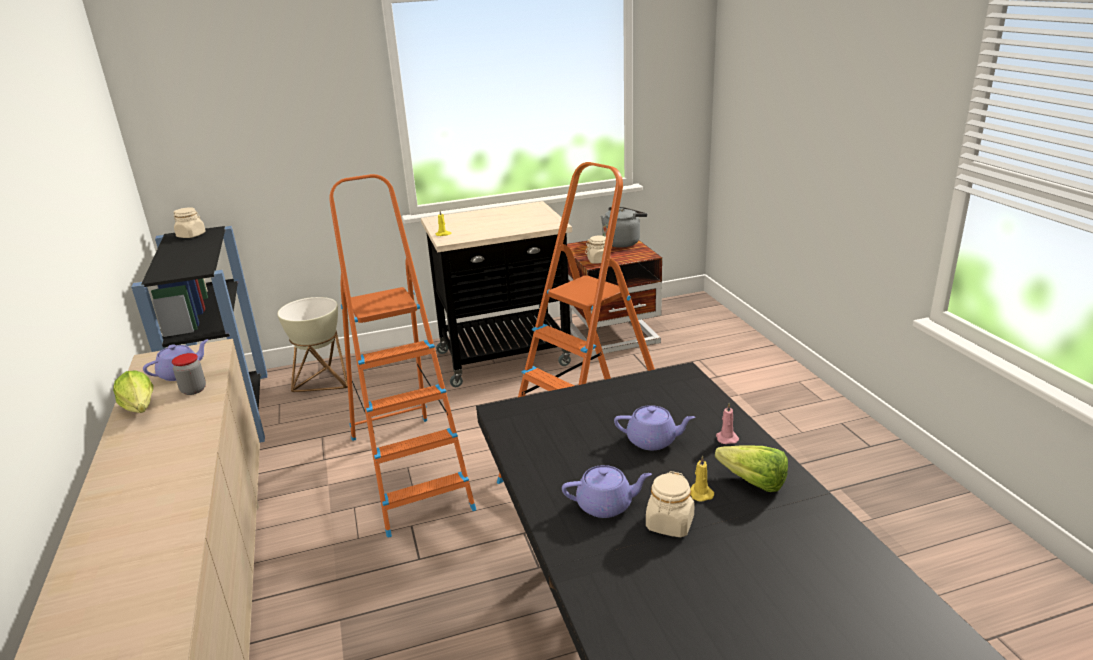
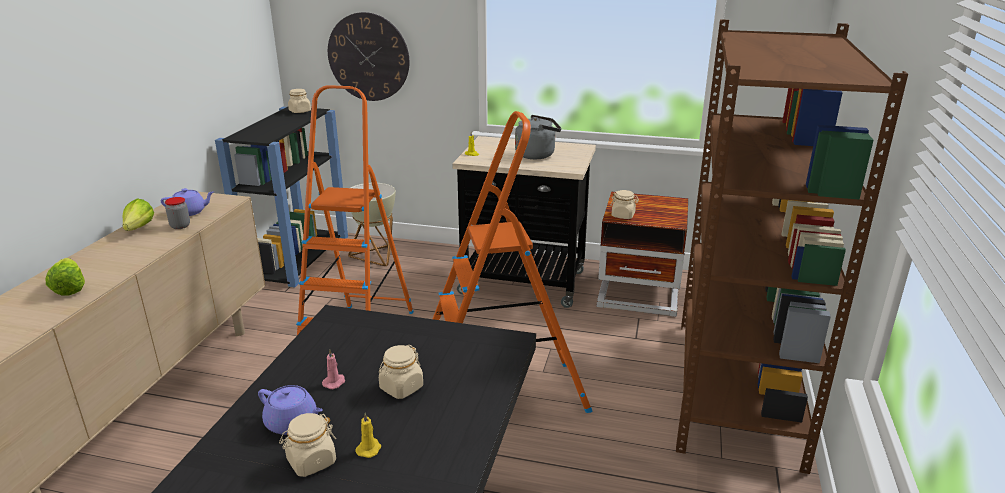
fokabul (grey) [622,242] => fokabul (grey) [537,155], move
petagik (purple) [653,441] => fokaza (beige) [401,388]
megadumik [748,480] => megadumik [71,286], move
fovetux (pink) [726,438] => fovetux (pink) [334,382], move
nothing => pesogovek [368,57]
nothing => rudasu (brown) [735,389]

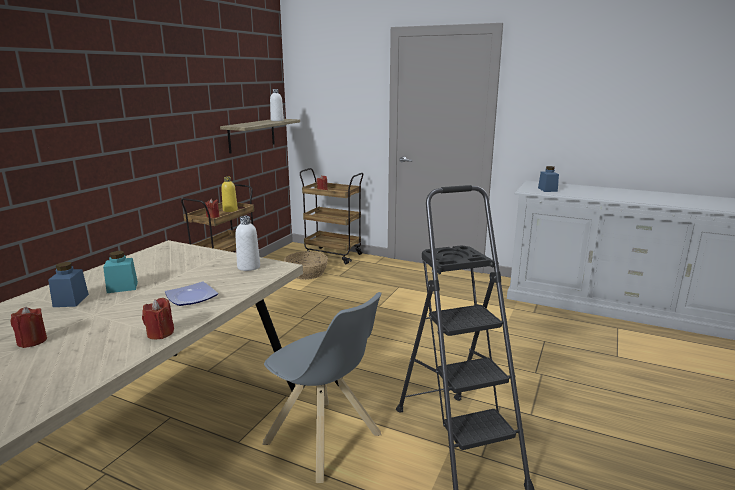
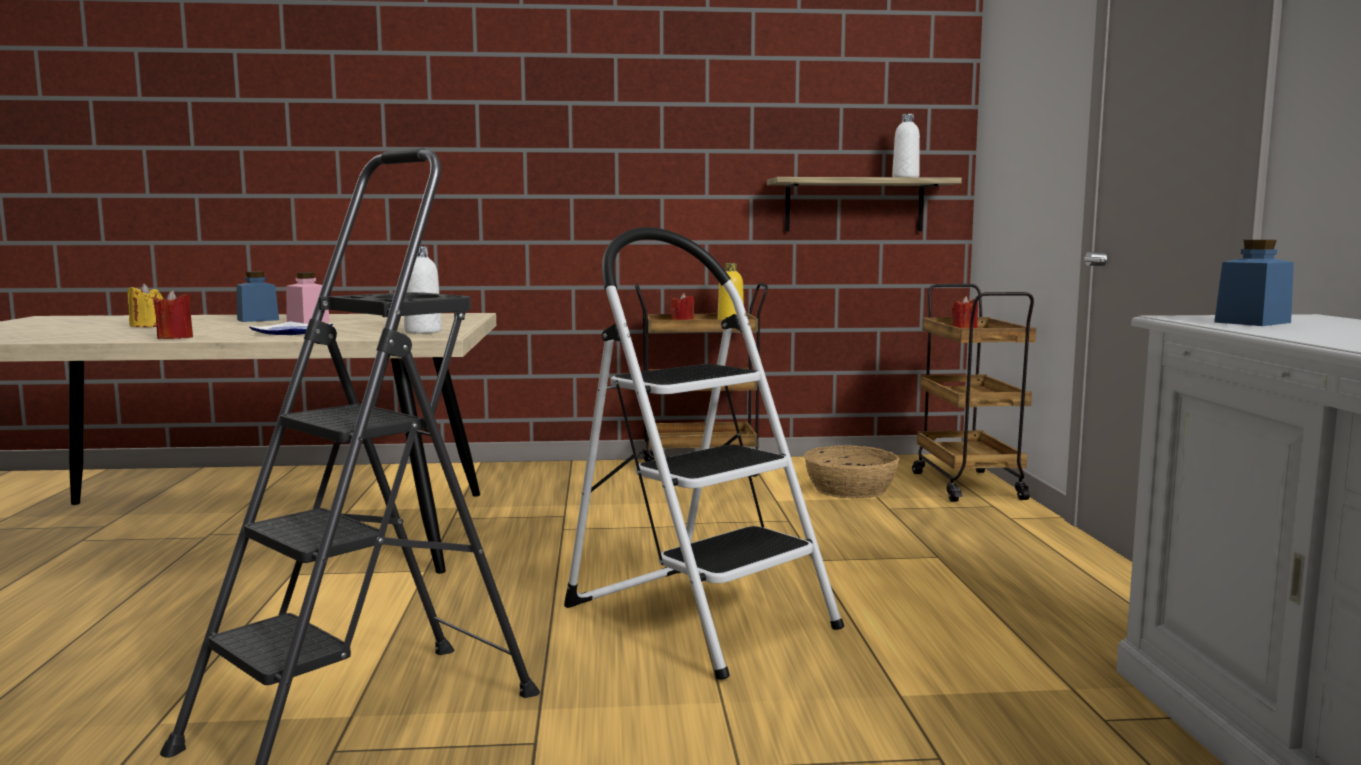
fovetux (red) [32,341] => fovetux (yellow) [147,326]
fokaza (turquoise) [122,287] => fokaza (pink) [308,321]
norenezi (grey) [325,440] => nothing
nothing => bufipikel [695,615]

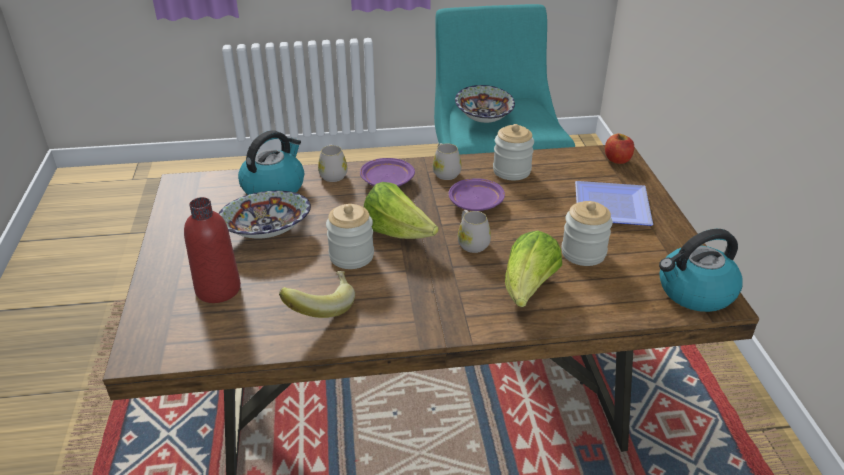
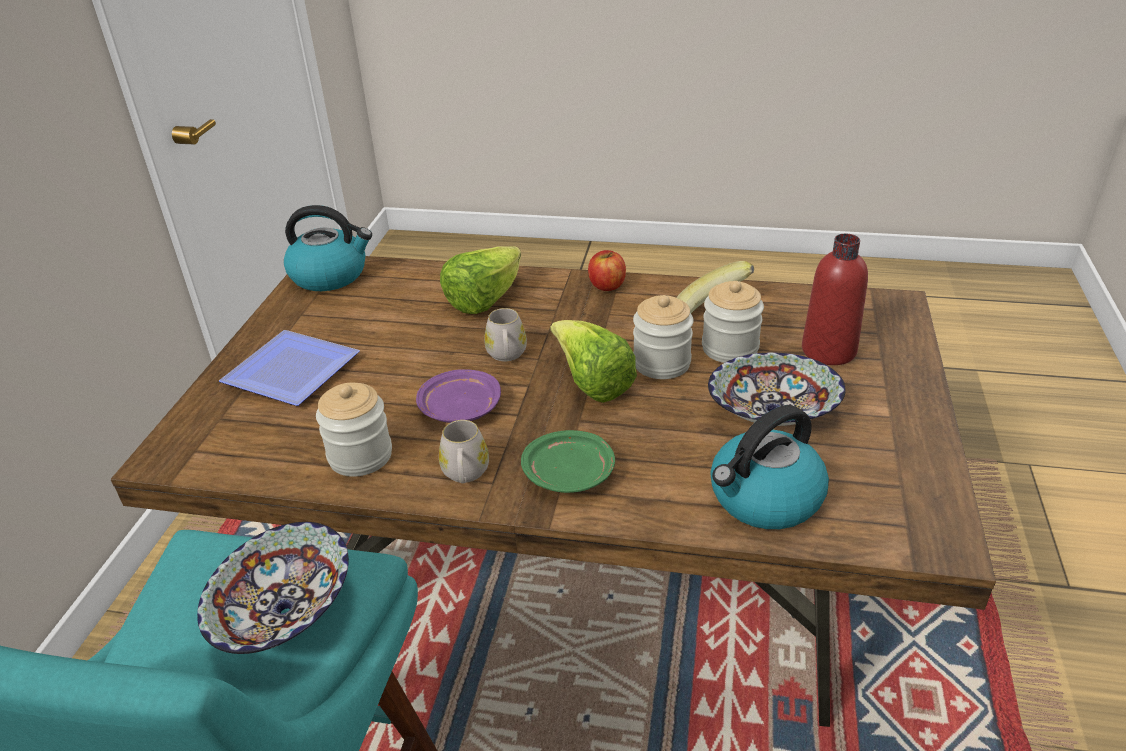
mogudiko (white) [333,174] => nothing
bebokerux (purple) [386,181] => bebokerux (green) [570,474]
fokaza [583,253] => fokaza [730,348], move
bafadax [617,160] => bafadax [607,285], move

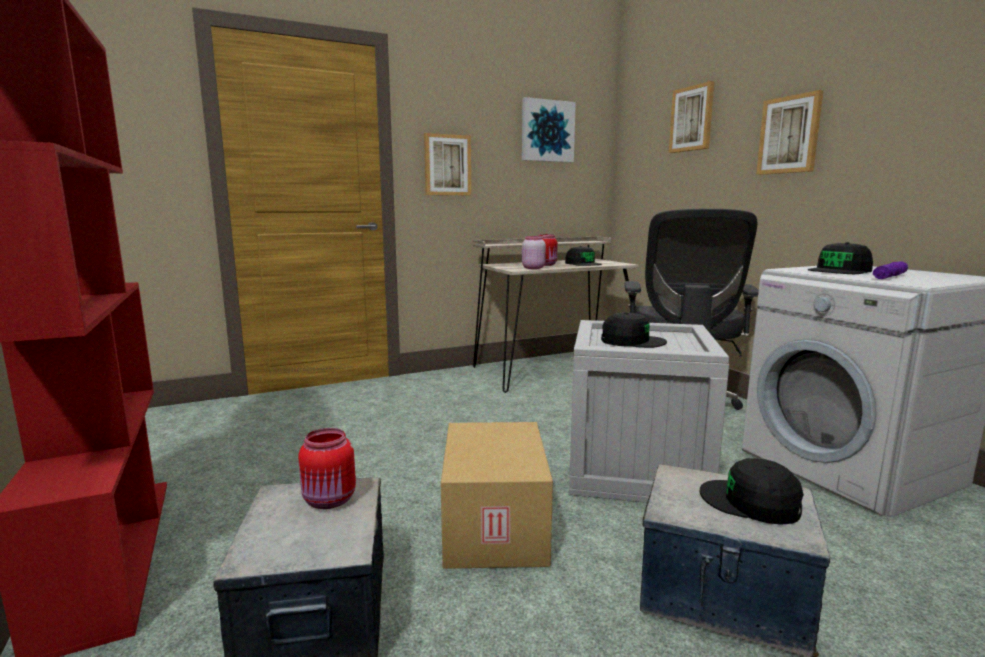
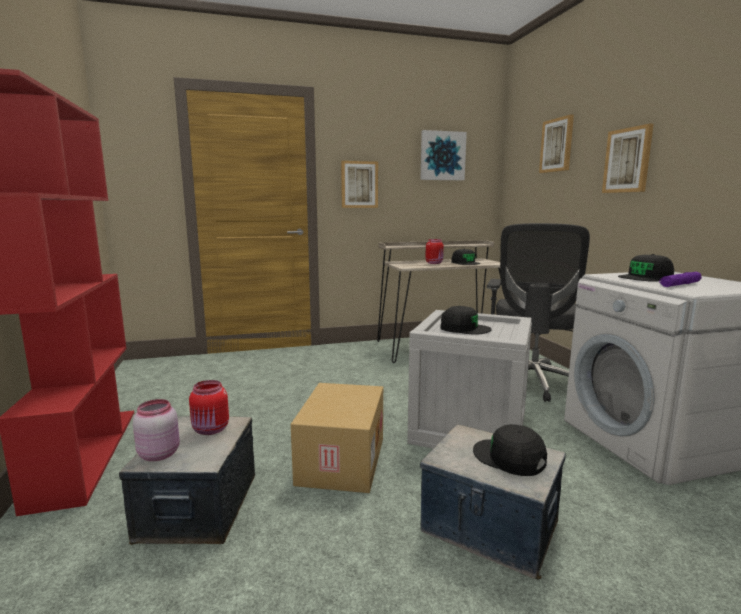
fokaza (pink) [533,268] => fokaza (pink) [159,454], move

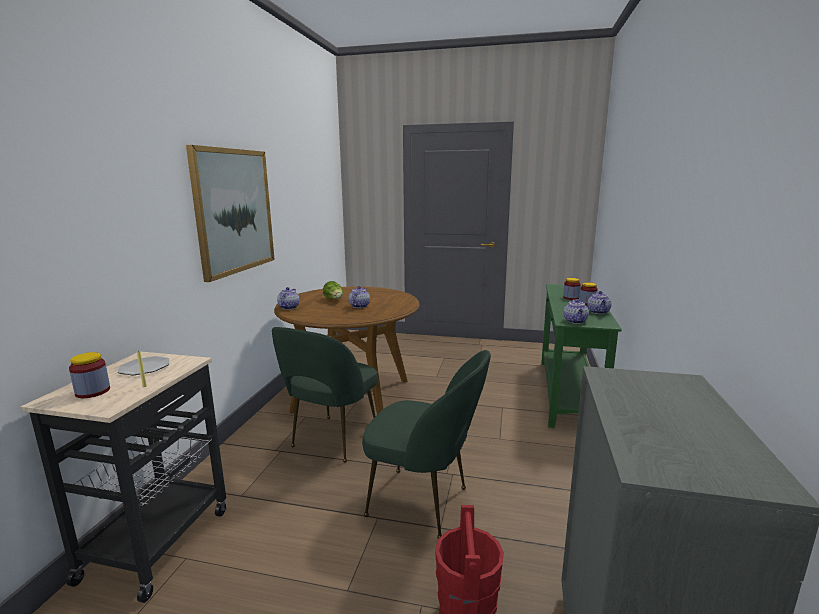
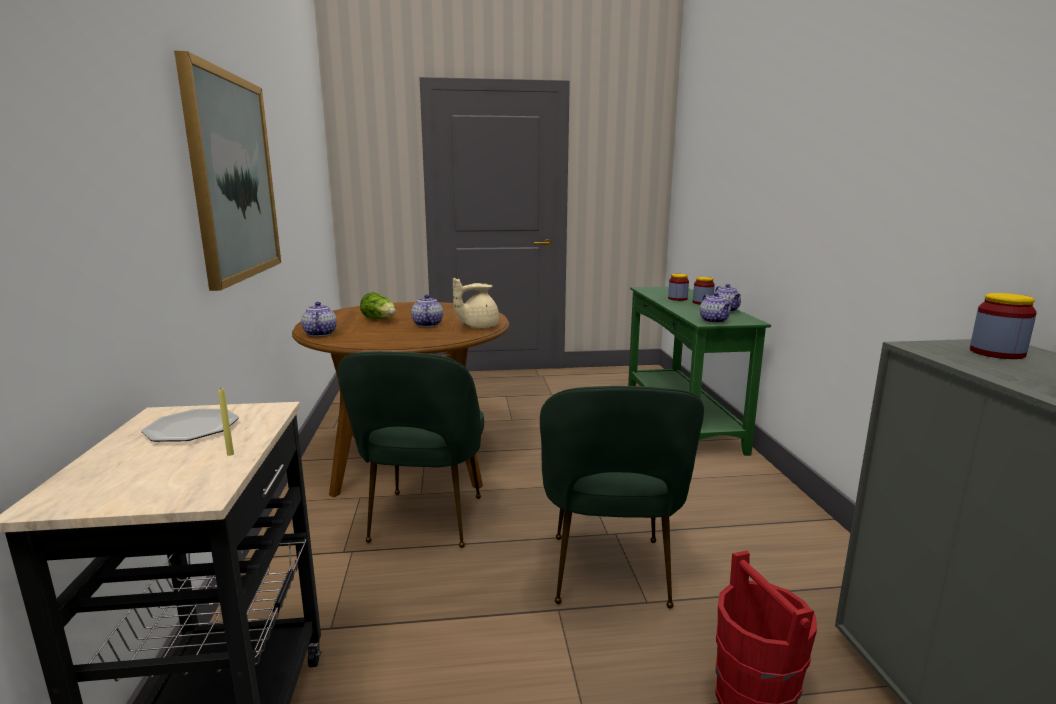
fokaza [93,391] => fokaza [997,353], move
norenezi (green) [425,505] => norenezi (green) [609,578], 90 degrees clockwise
nothing => petagik (beige) [477,327]

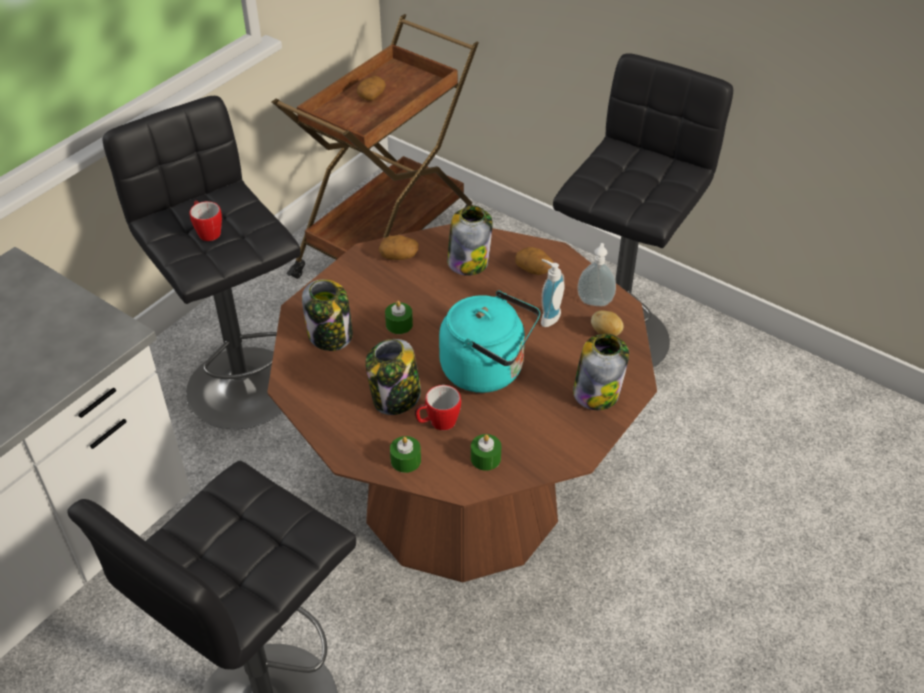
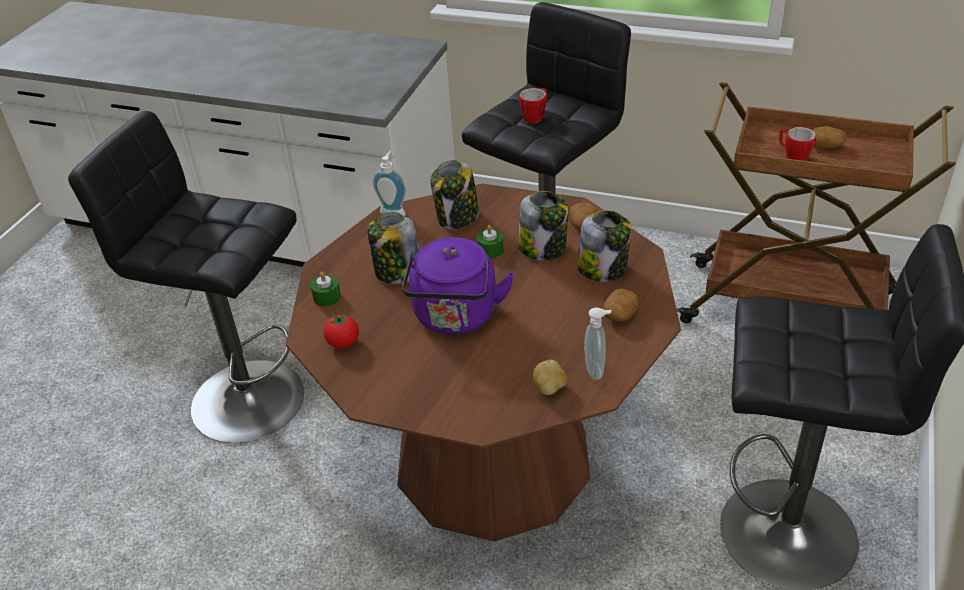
mogudiko [437,423] => mogudiko [792,156], move
fokabul (turquoise) [488,370] => fokabul (purple) [456,318]
fovetux (green) [485,458] => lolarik [343,343]
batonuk [547,317] => batonuk [394,211], move
fokaza [597,392] => fokaza [543,248], move

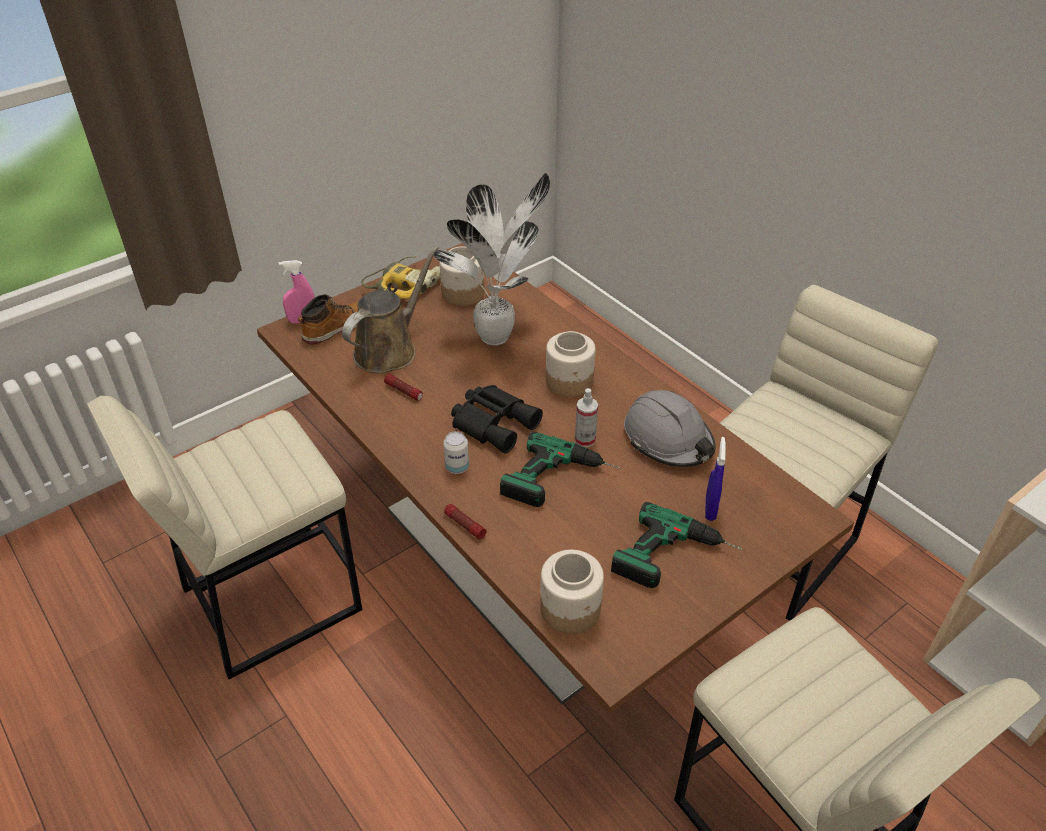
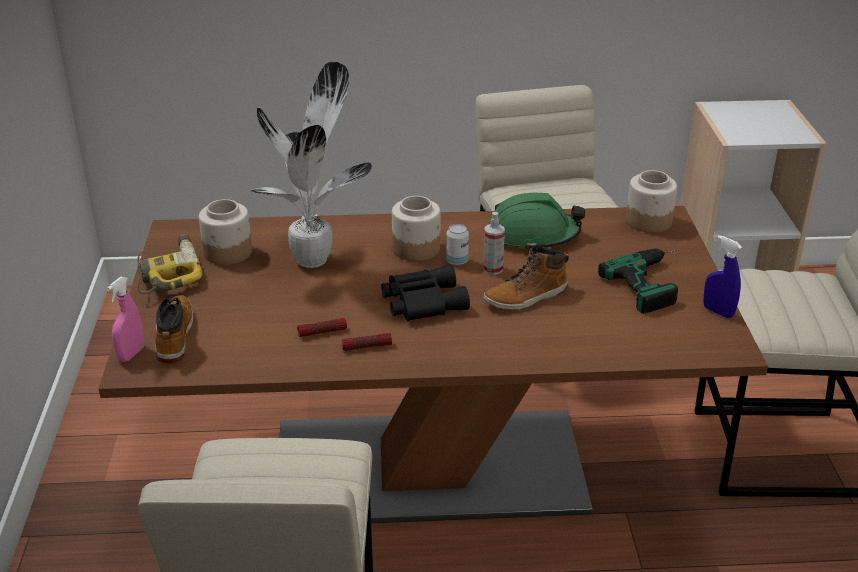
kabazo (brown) [389,349] => nothing
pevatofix [457,467] => pevatofix [457,261], move
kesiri [464,525] => kesiri [367,347], move
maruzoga [561,480] => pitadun [526,297]
fokaza [571,609] => fokaza [649,221], move
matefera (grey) [668,439] => matefera (green) [533,235]
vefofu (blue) [710,509] => vefofu (blue) [718,312], move

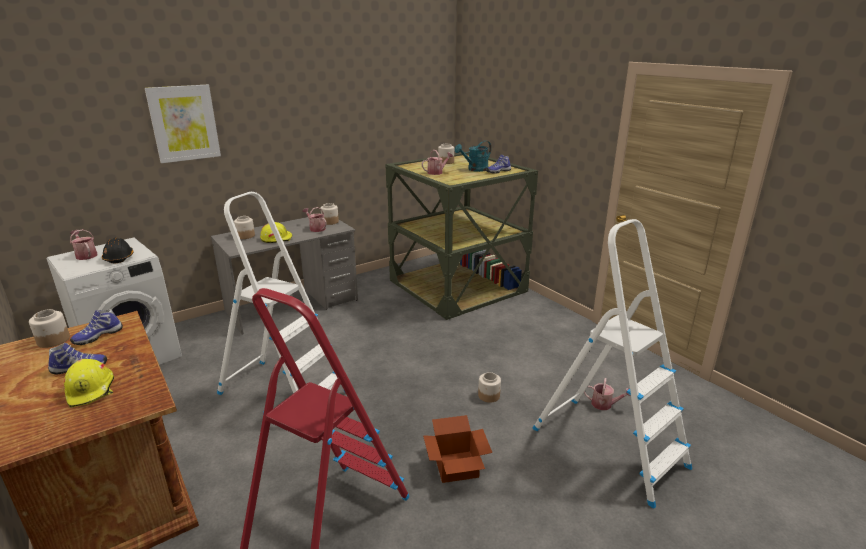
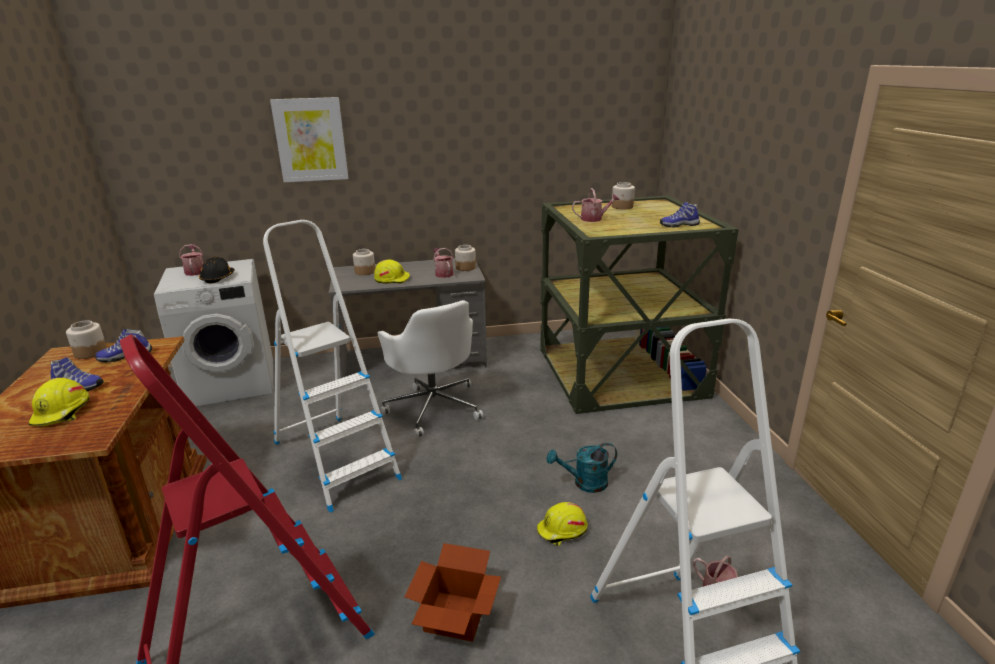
kabazo (turquoise) [475,169] => kabazo (turquoise) [584,483], move
fokaza [489,395] => matefera (yellow) [562,531]
nothing => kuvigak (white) [434,407]

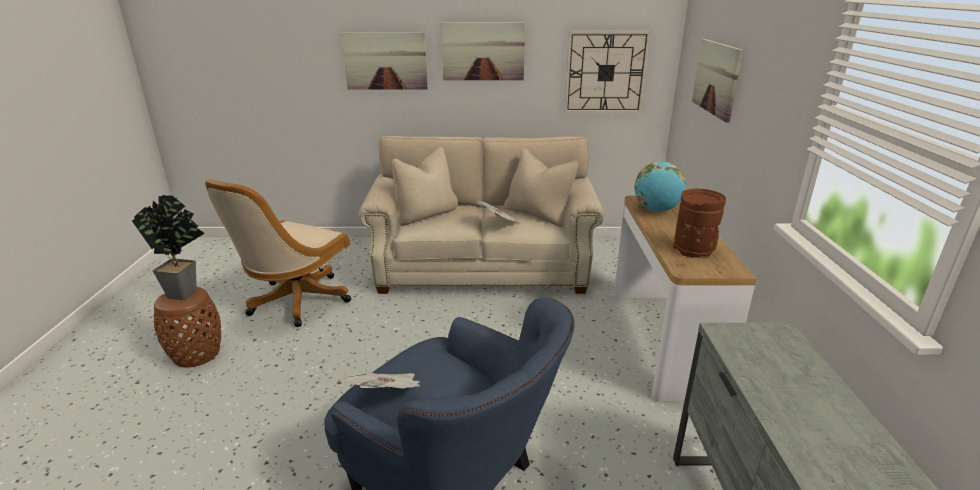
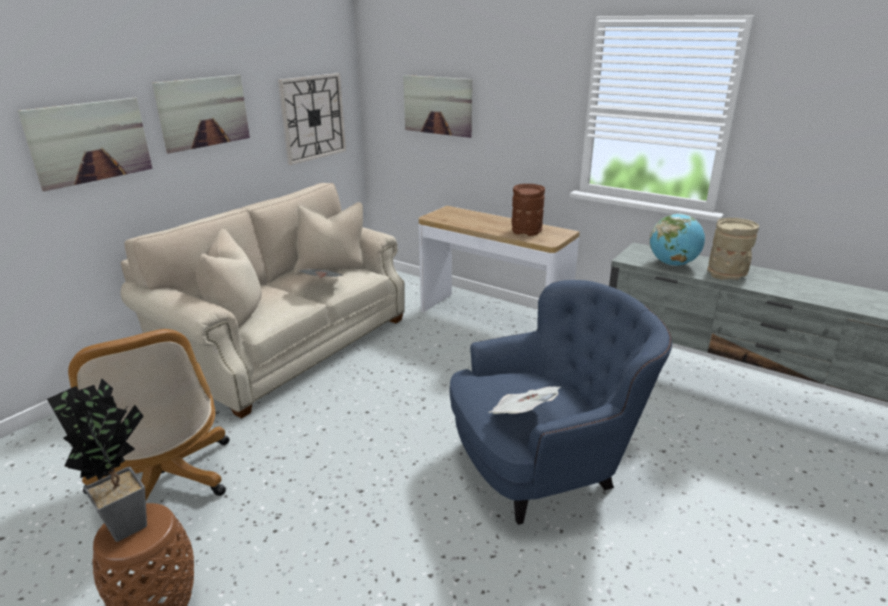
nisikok [656,210] => nisikok [673,264], move
nothing => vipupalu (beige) [727,274]

